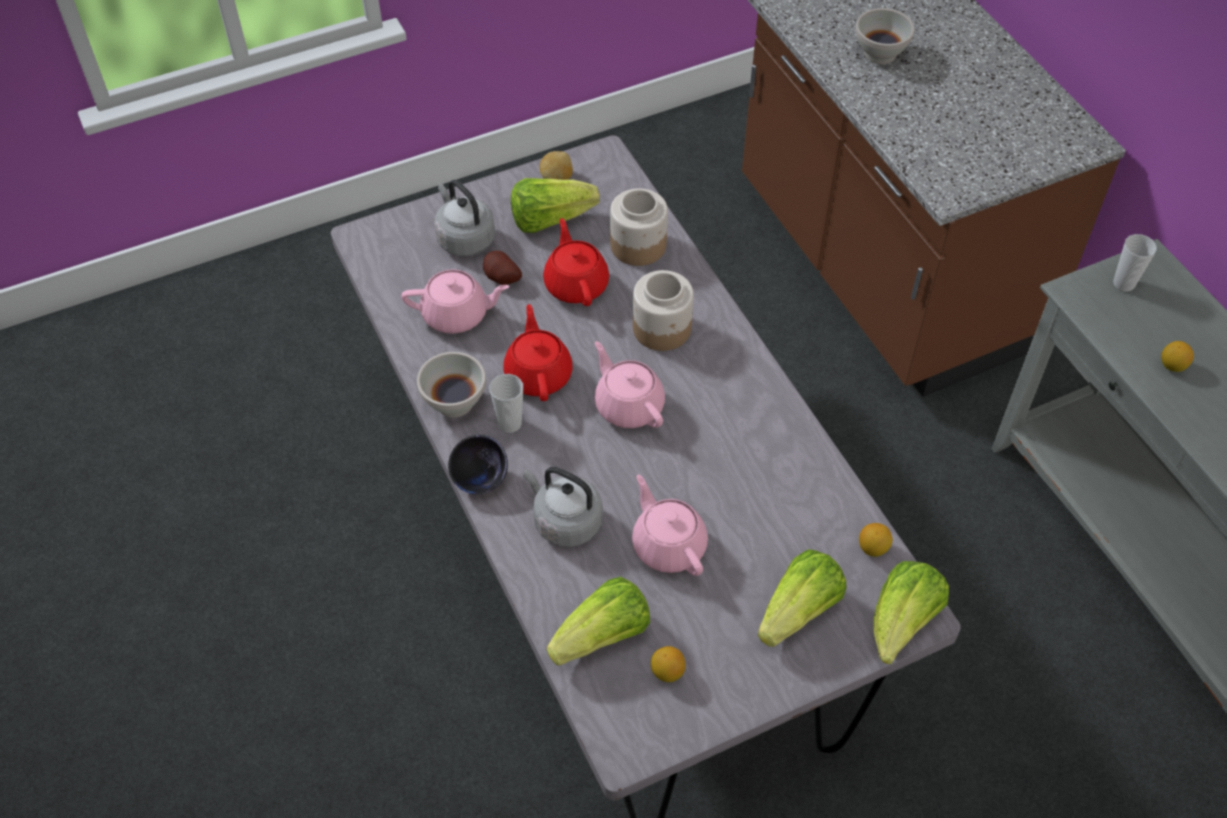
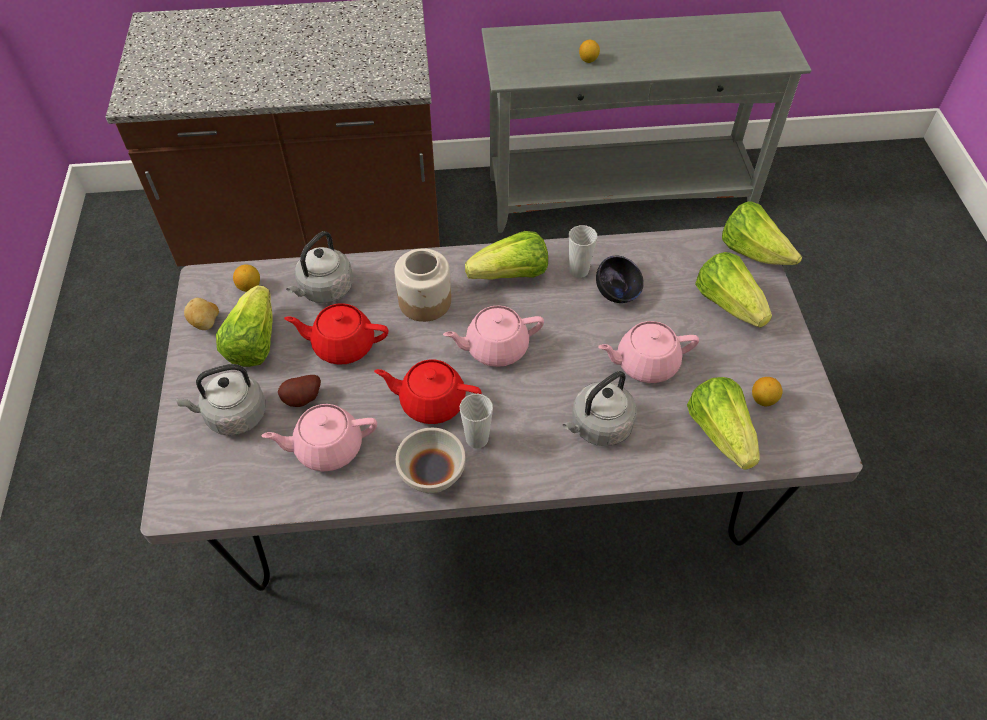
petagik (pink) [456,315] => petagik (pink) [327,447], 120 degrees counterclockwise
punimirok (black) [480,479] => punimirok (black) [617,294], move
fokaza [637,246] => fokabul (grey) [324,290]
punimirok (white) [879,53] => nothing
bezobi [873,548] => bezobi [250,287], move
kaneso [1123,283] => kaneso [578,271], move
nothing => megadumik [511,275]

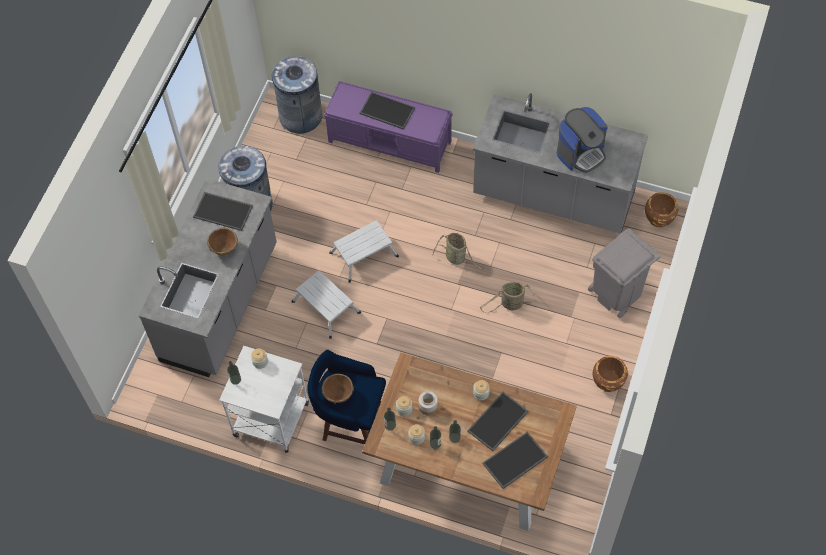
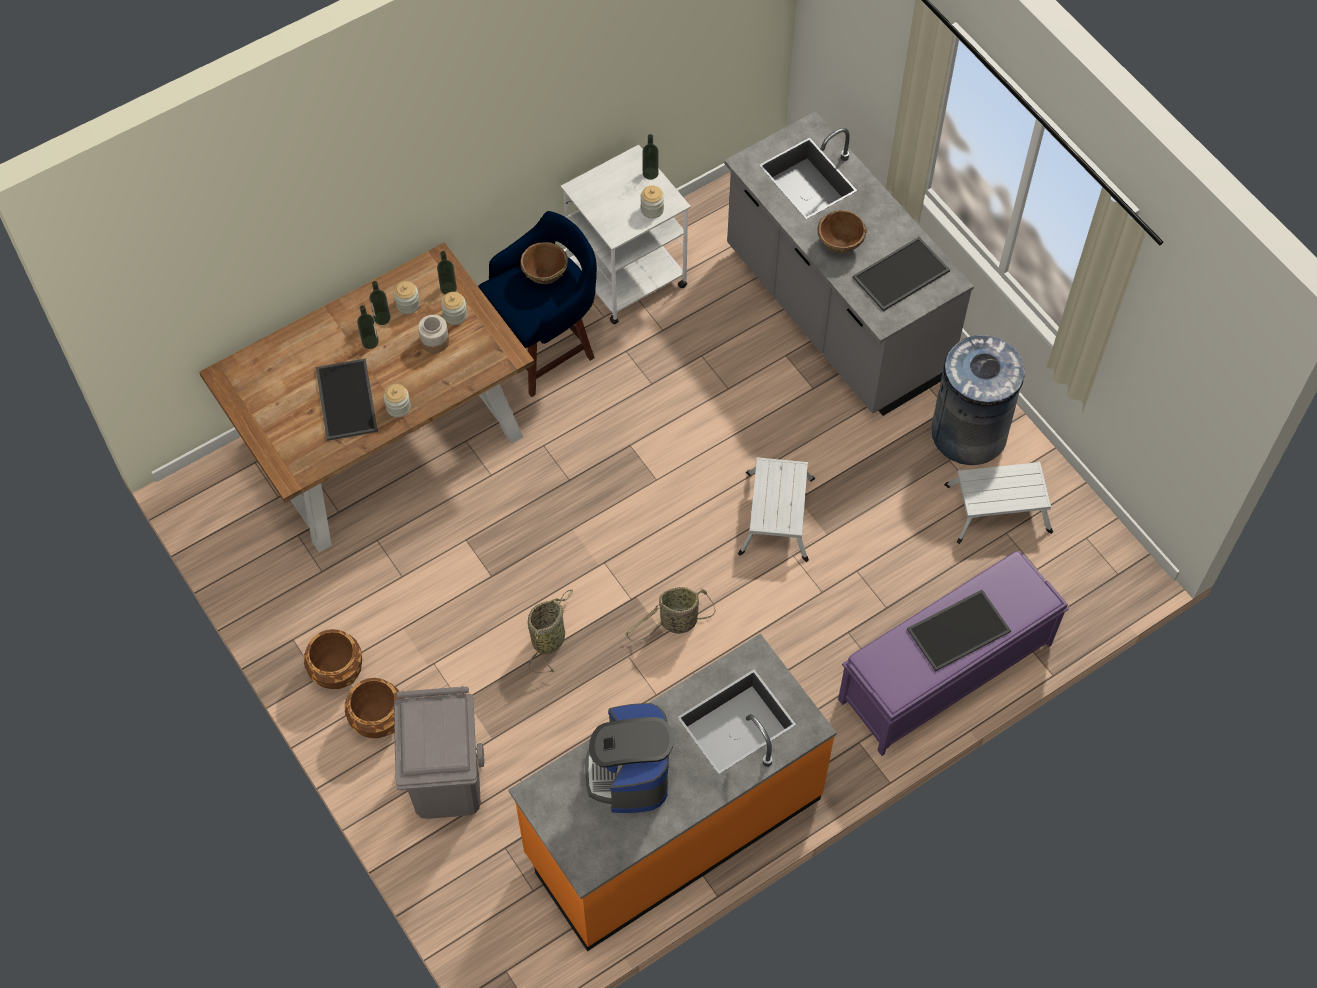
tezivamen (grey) [300,116] => nothing
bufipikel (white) [326,307] => bufipikel (white) [997,508], move
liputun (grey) [553,196] => liputun (orange) [672,826]
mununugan [515,461] => nothing
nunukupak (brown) [659,218] => nunukupak (brown) [377,720], move

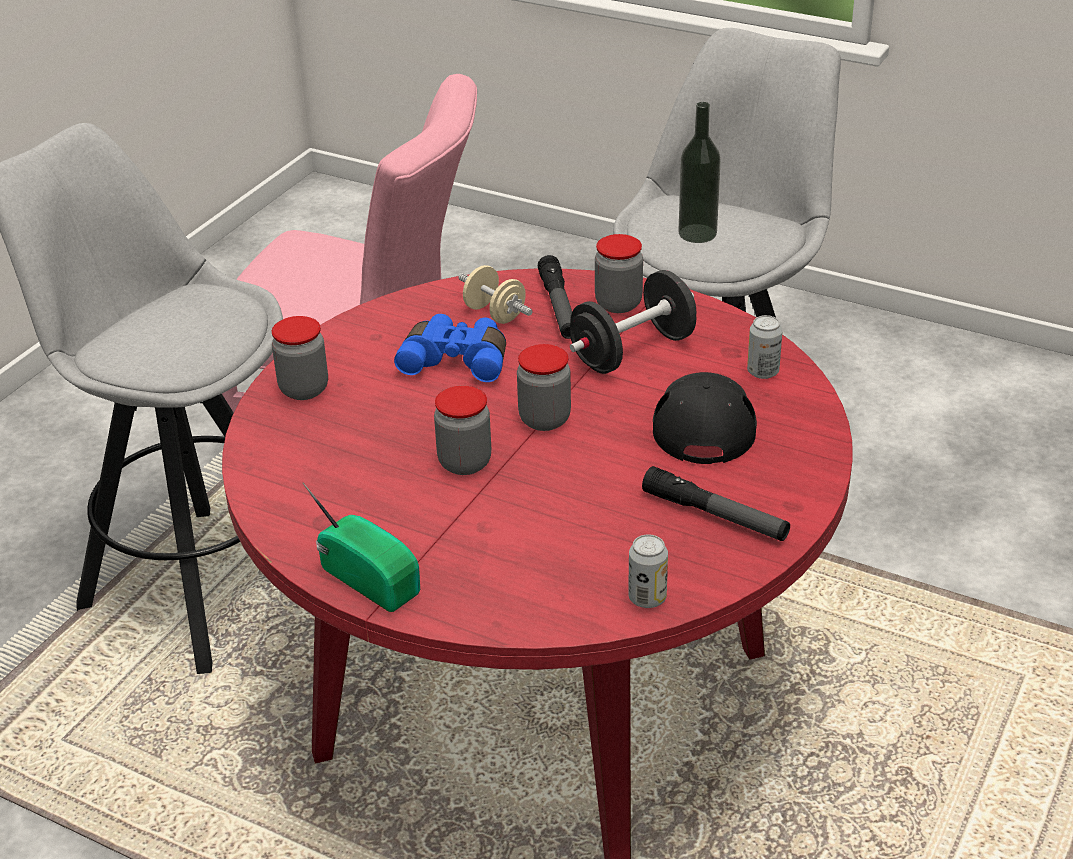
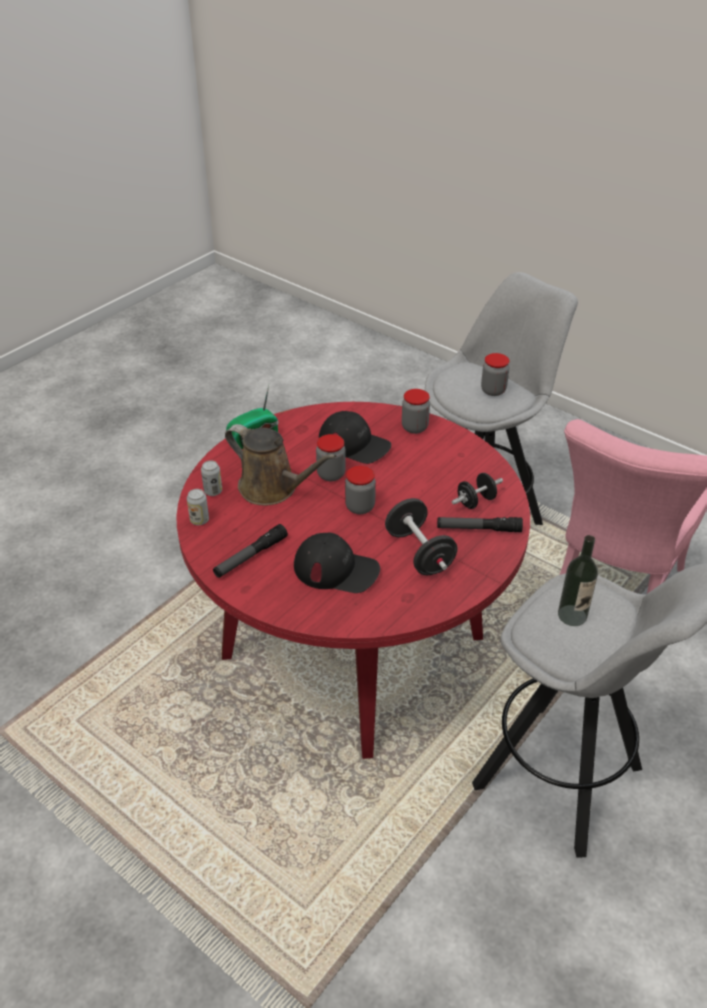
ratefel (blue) [457,360] => nothing
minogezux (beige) [495,314] => minogezux (black) [476,501]
fokaza [618,304] => fokaza [493,390], move
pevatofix [763,372] => pevatofix [213,491], move
nothing => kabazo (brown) [272,488]
nothing => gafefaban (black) [354,444]

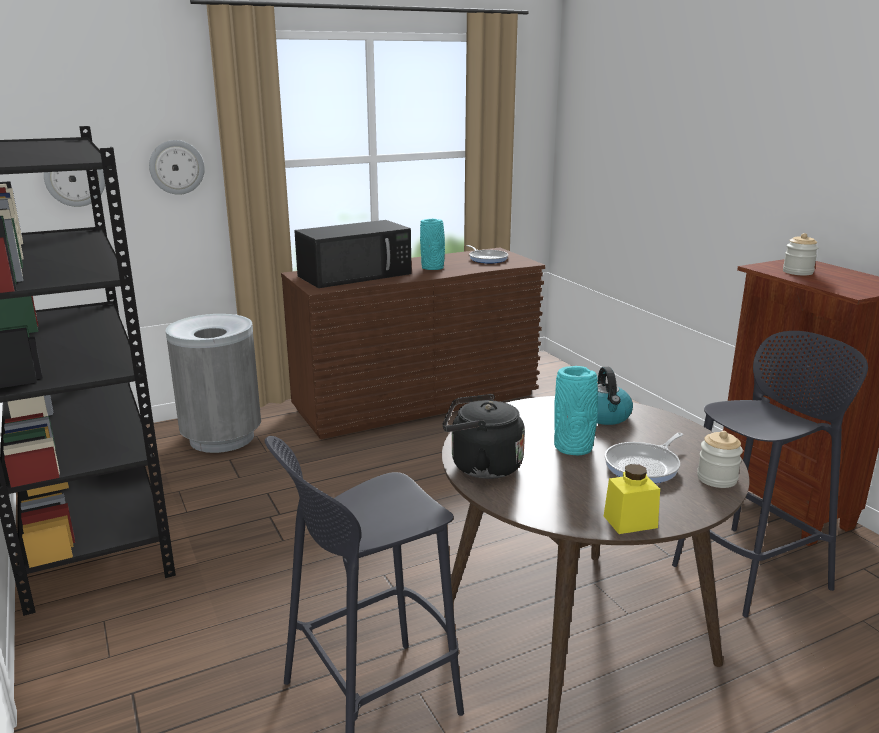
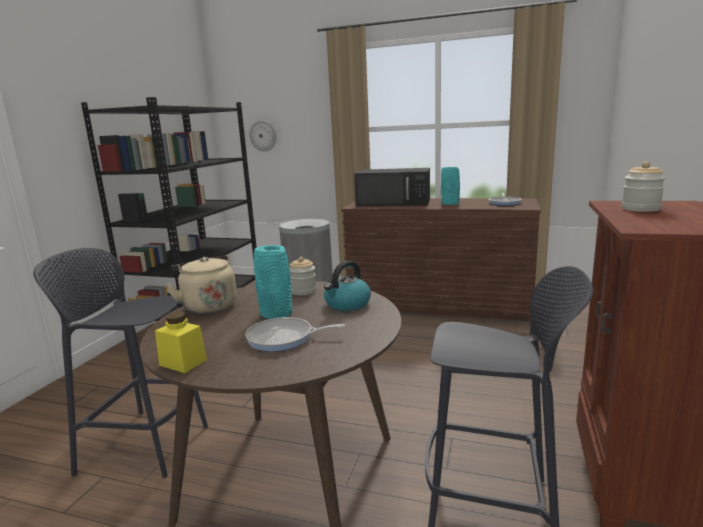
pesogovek [176,167] => nothing
fokabul (black) [481,466] => fokabul (beige) [208,306]
fokaza [717,479] => fokaza [303,291], move

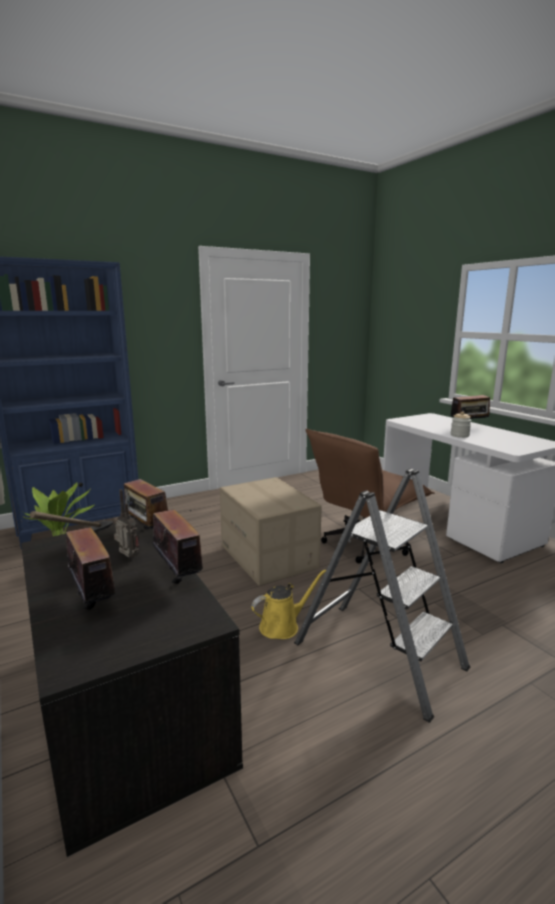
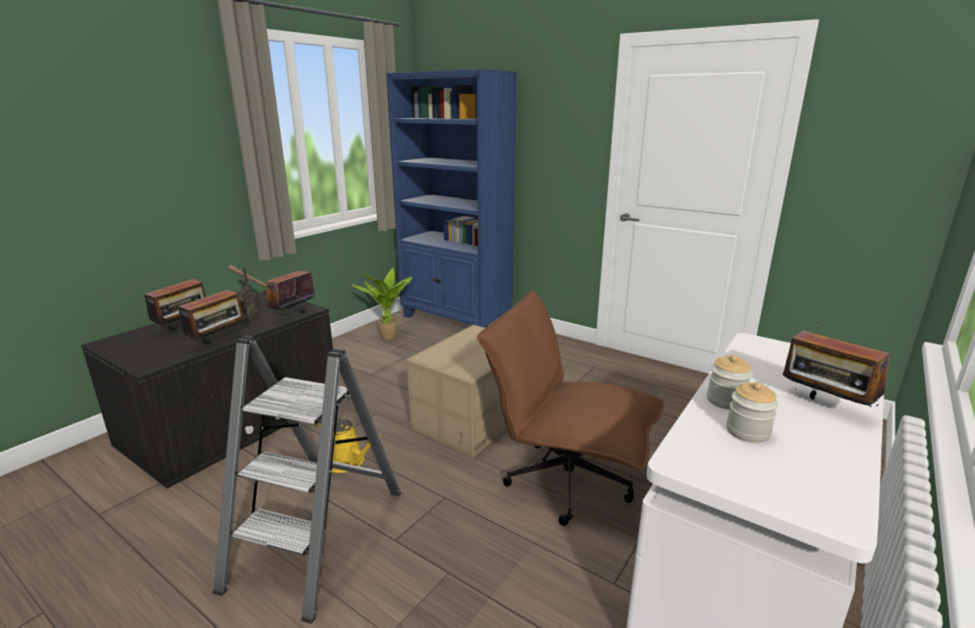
nothing => fokaza [747,432]

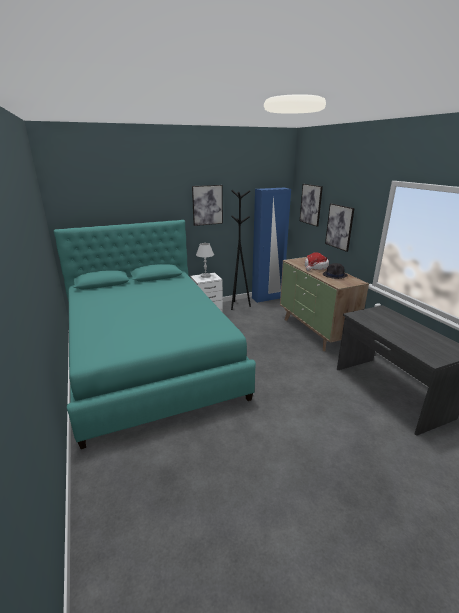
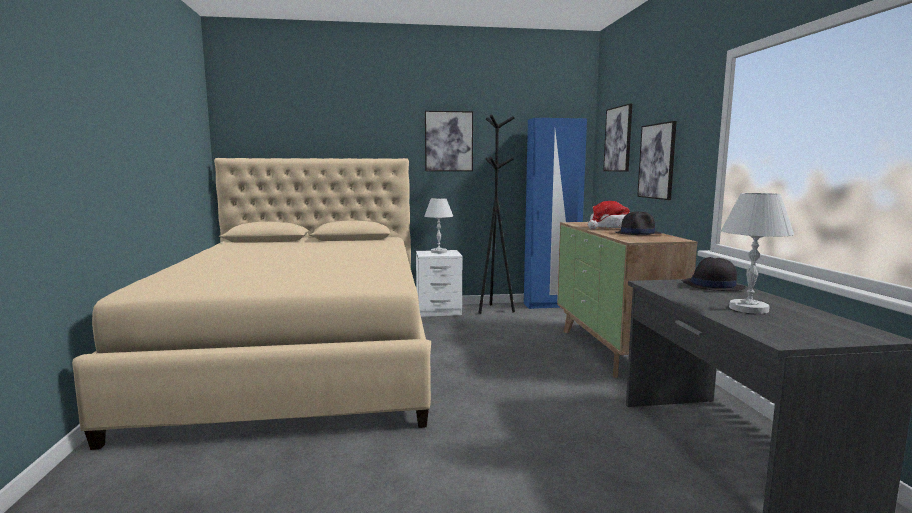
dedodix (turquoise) [150,358] => dedodix (beige) [302,355]
nothing => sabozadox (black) [712,286]
nothing => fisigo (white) [748,308]

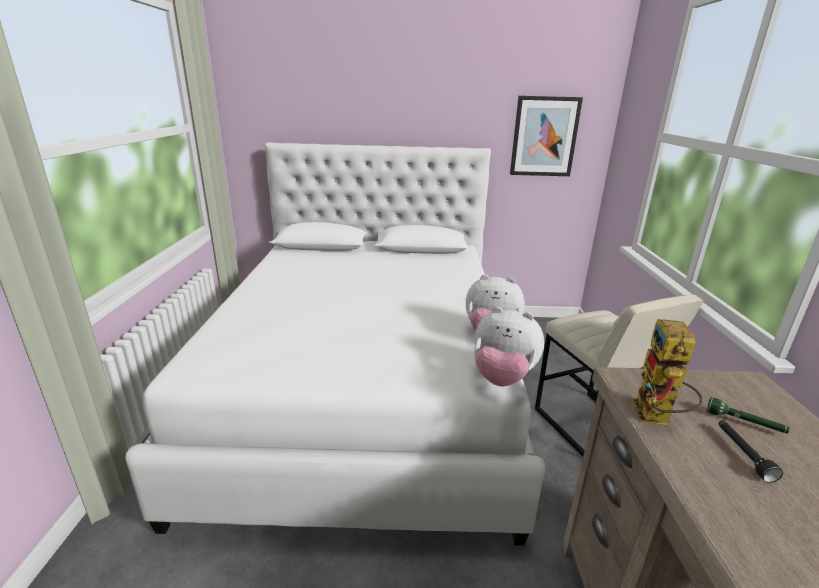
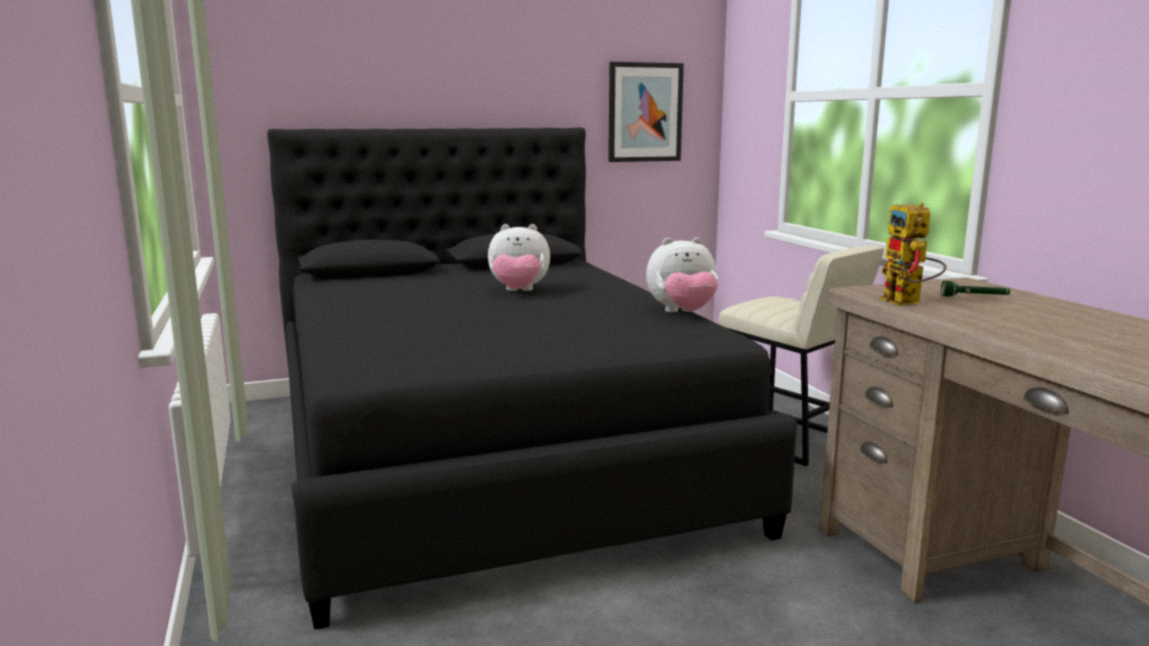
dedodix (white) [366,390] => dedodix (black) [491,454]
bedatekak [502,378] => bedatekak [518,291], move
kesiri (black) [742,454] => nothing

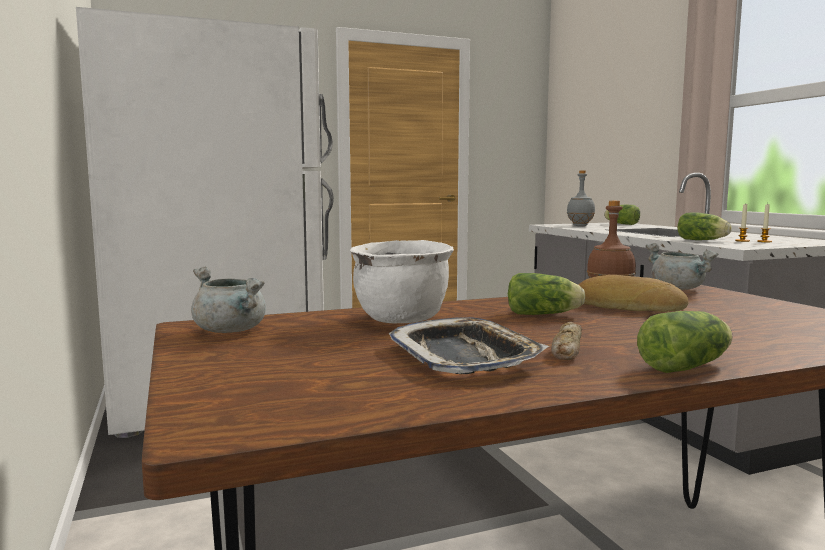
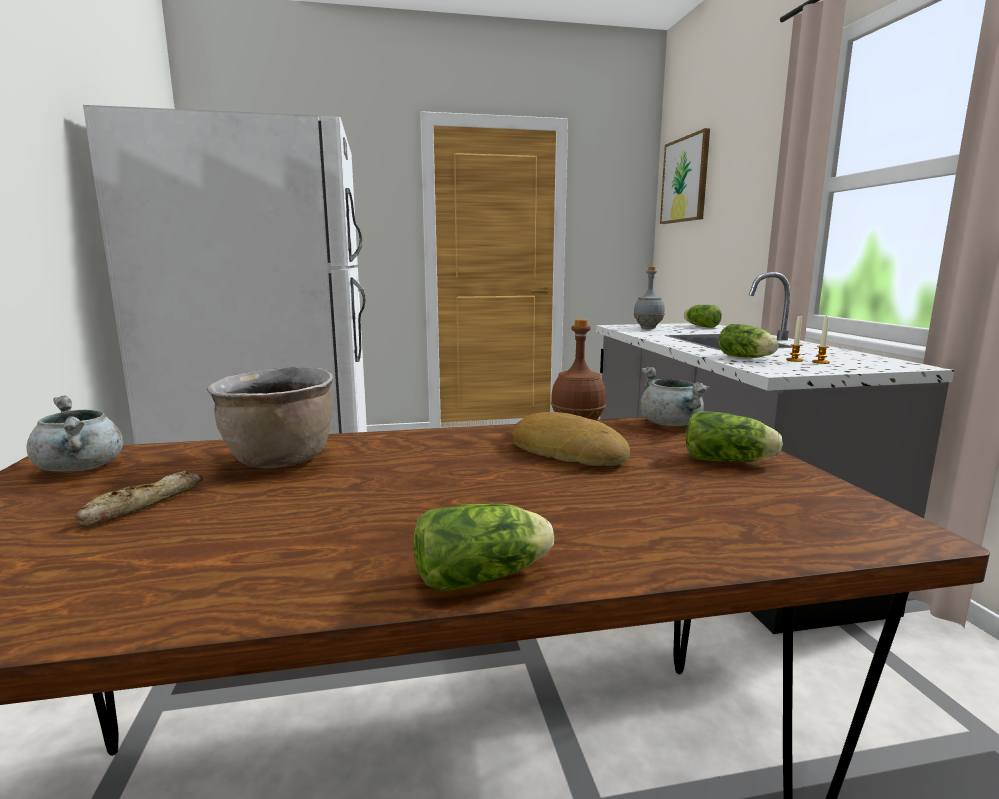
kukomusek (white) [402,320] => kukomusek (brown) [280,461]
mununugan [464,357] => nothing
megadumik [545,314] => megadumik [730,461], move
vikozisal [566,348] => vikozisal [143,505], move
nothing => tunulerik [685,180]

